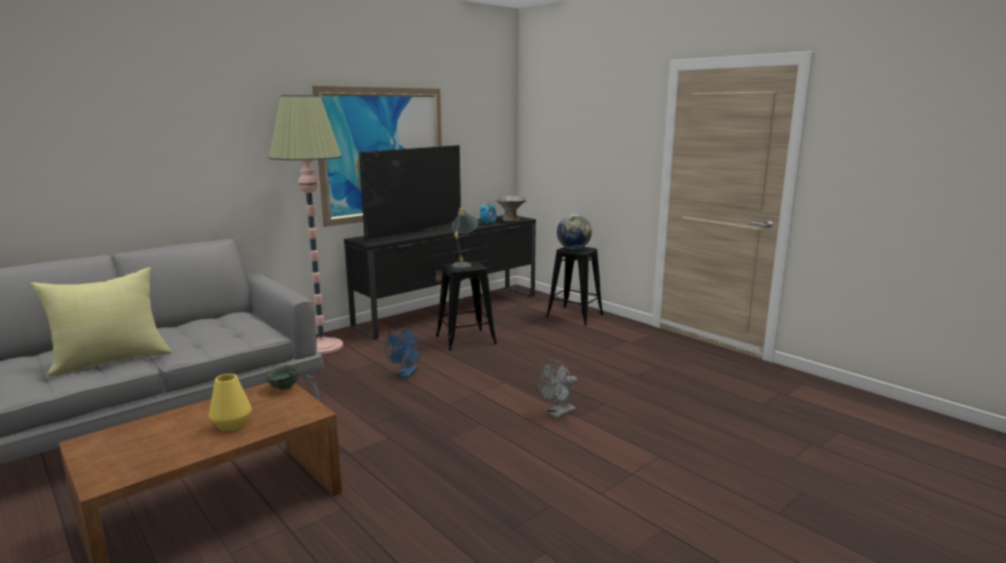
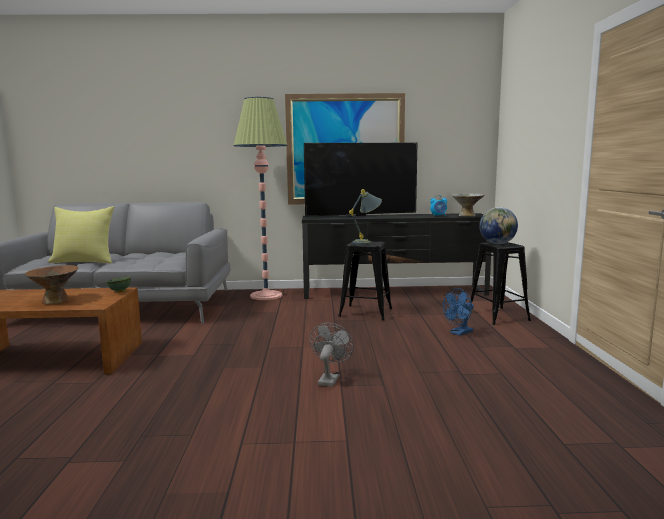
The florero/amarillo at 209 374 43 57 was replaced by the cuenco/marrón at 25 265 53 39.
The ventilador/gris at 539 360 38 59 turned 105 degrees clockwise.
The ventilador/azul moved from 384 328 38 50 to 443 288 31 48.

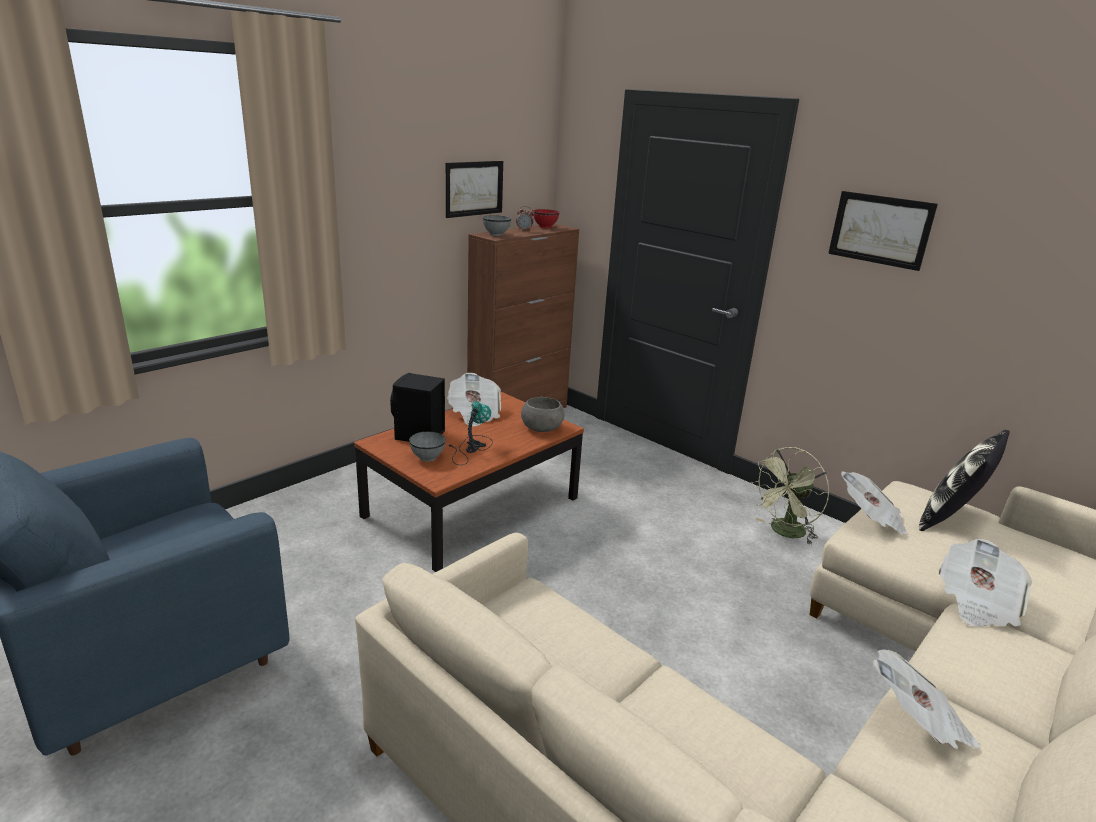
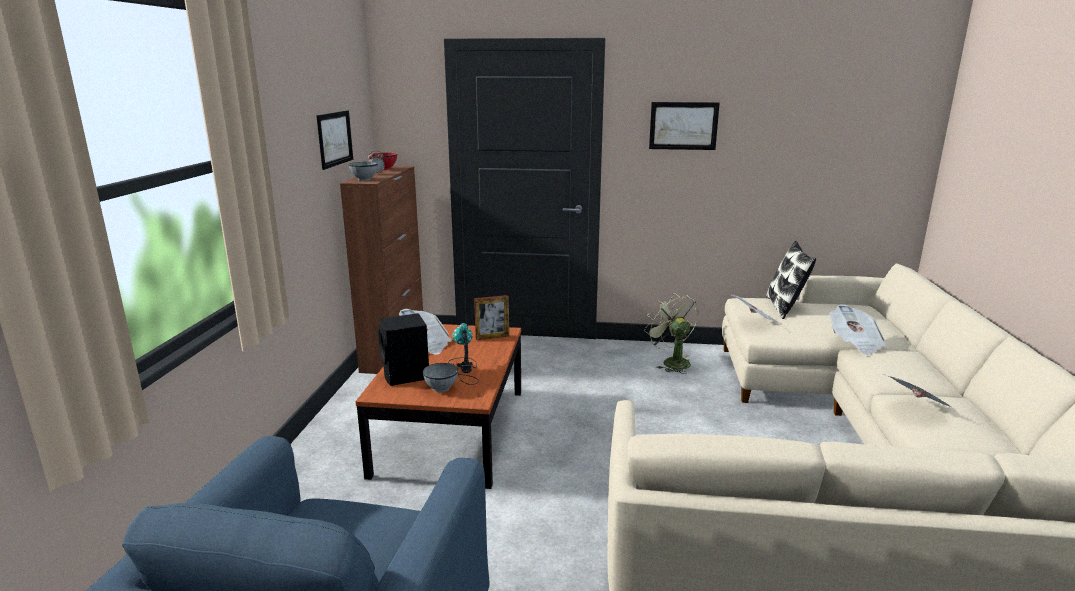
The cuenco/gris at 521 397 44 35 was replaced by the portarretratos at 474 295 35 45.
The ventilador/verde at 751 447 79 98 turned 135 degrees clockwise.

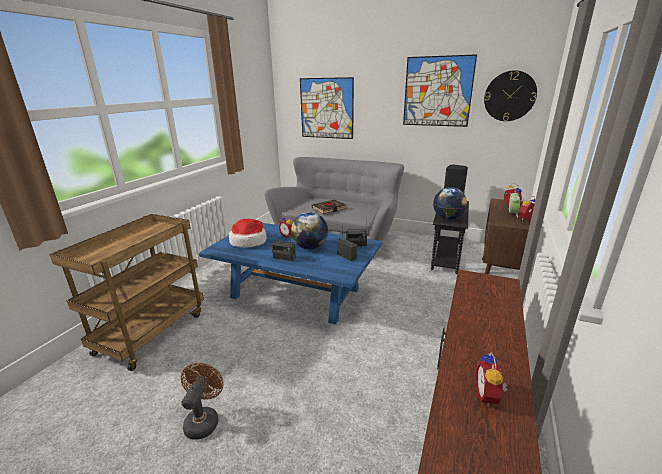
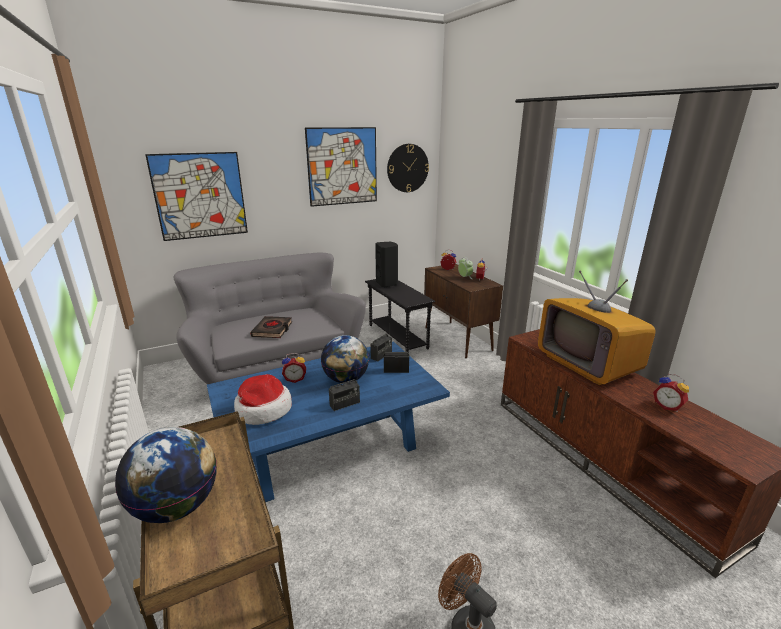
The globo terráqueo moved from 433 187 34 33 to 115 427 102 96.
The televisor at 538 271 118 114 appeared.

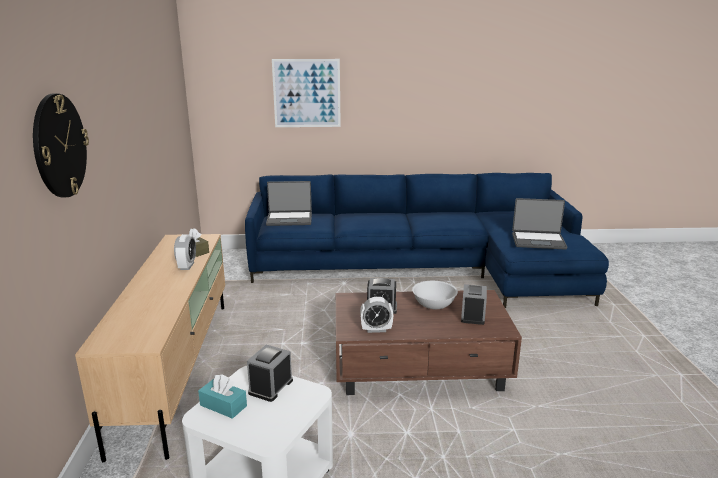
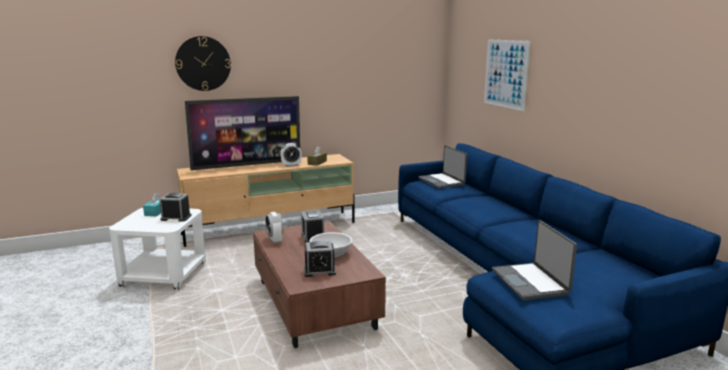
The televisor at 185 96 115 74 appeared.

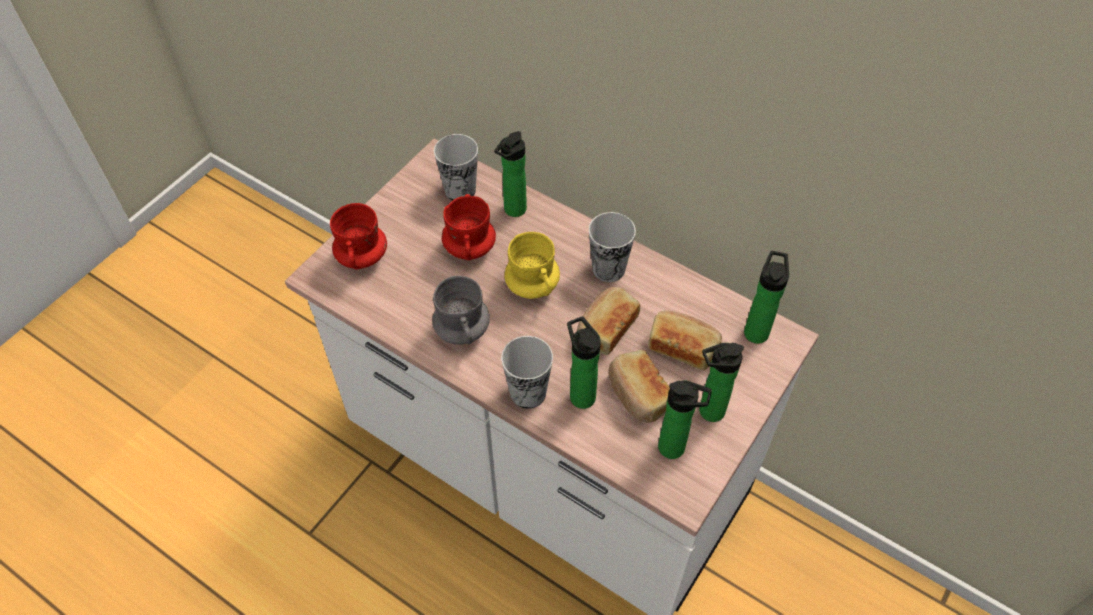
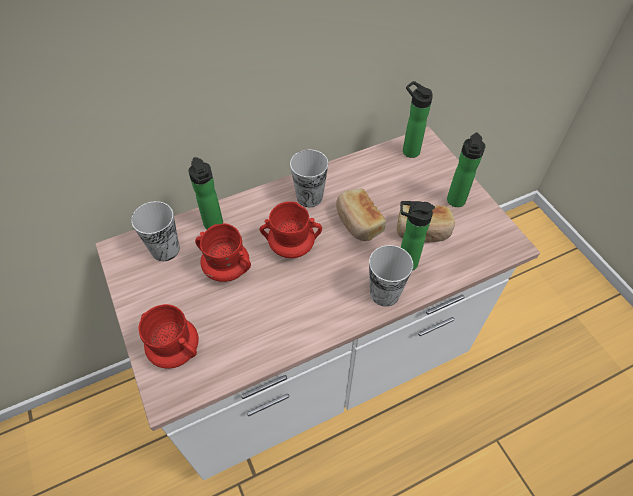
The taza grande/amarillo at 504 232 56 67 became the taza grande/rojo at 260 201 62 57.
The taza grande/gris at 432 276 58 69 disappeared.
The pan at 648 311 74 59 disappeared.
The botella at 658 381 54 78 disappeared.

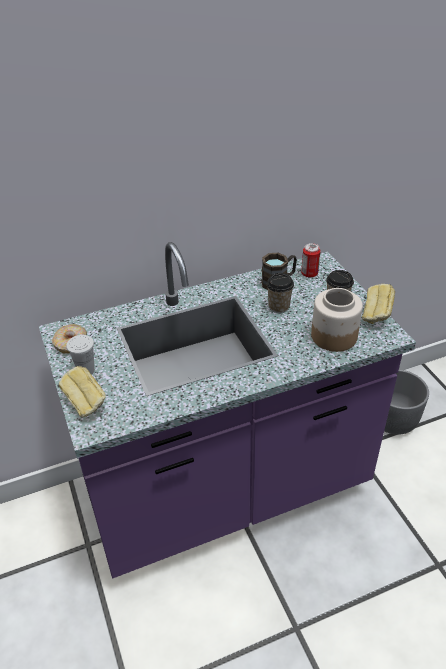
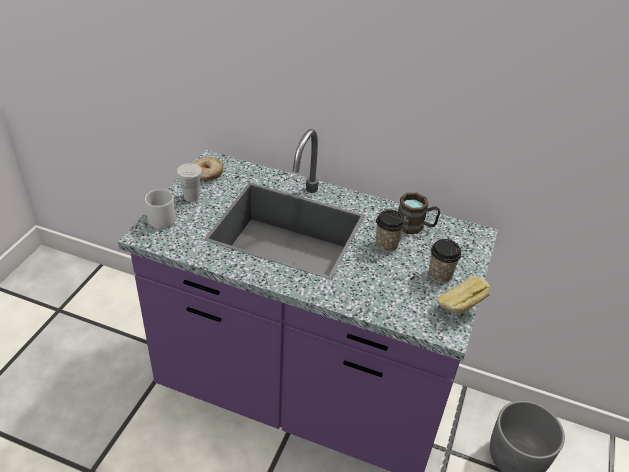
The pan at 59 366 47 52 was replaced by the taza grande/gris at 145 189 31 40.
The lata at 301 243 20 34 disappeared.
The tarro at 311 288 52 64 disappeared.

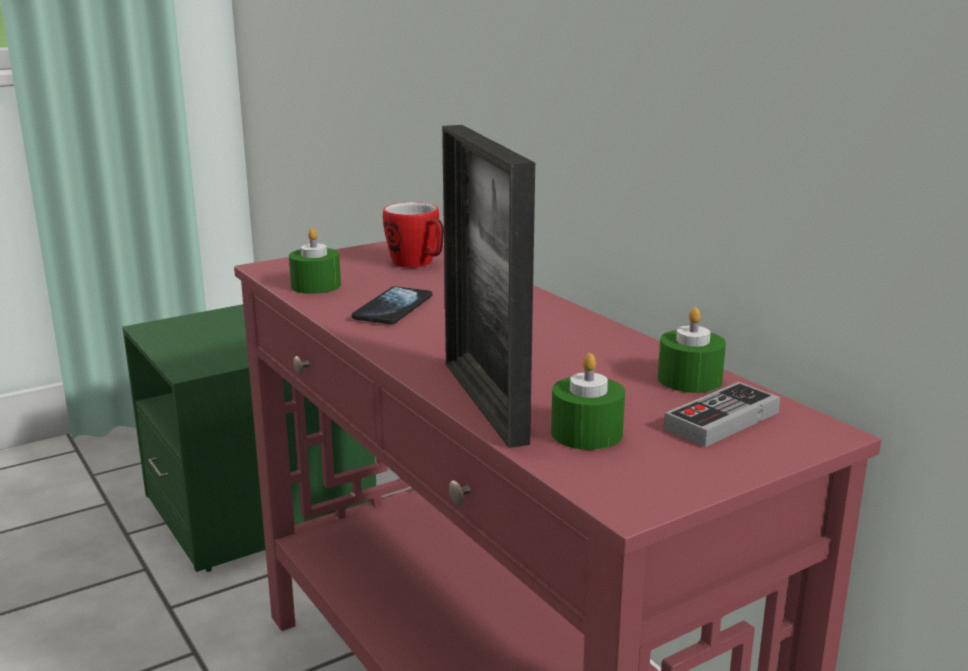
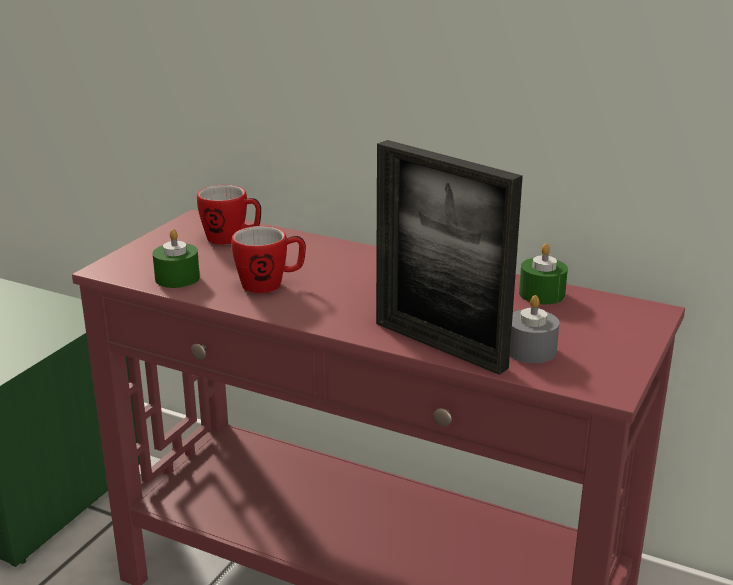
The móvil at 352 286 80 38 was replaced by the taza grande at 231 226 75 67.
The vela/verde at 551 353 74 97 became the vela/gris at 510 295 50 68.
The mando de consola at 664 382 116 65 disappeared.

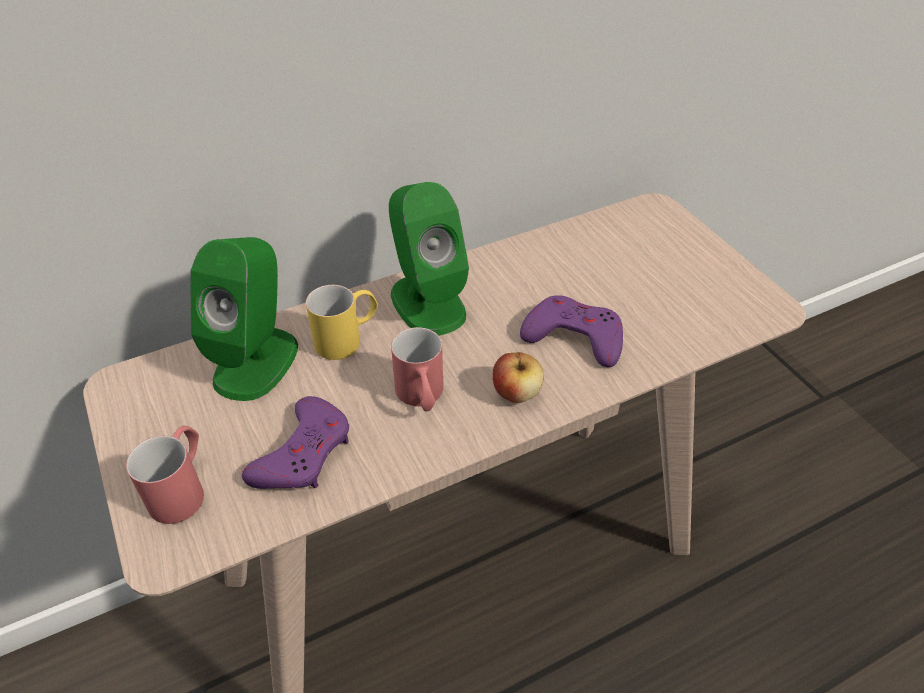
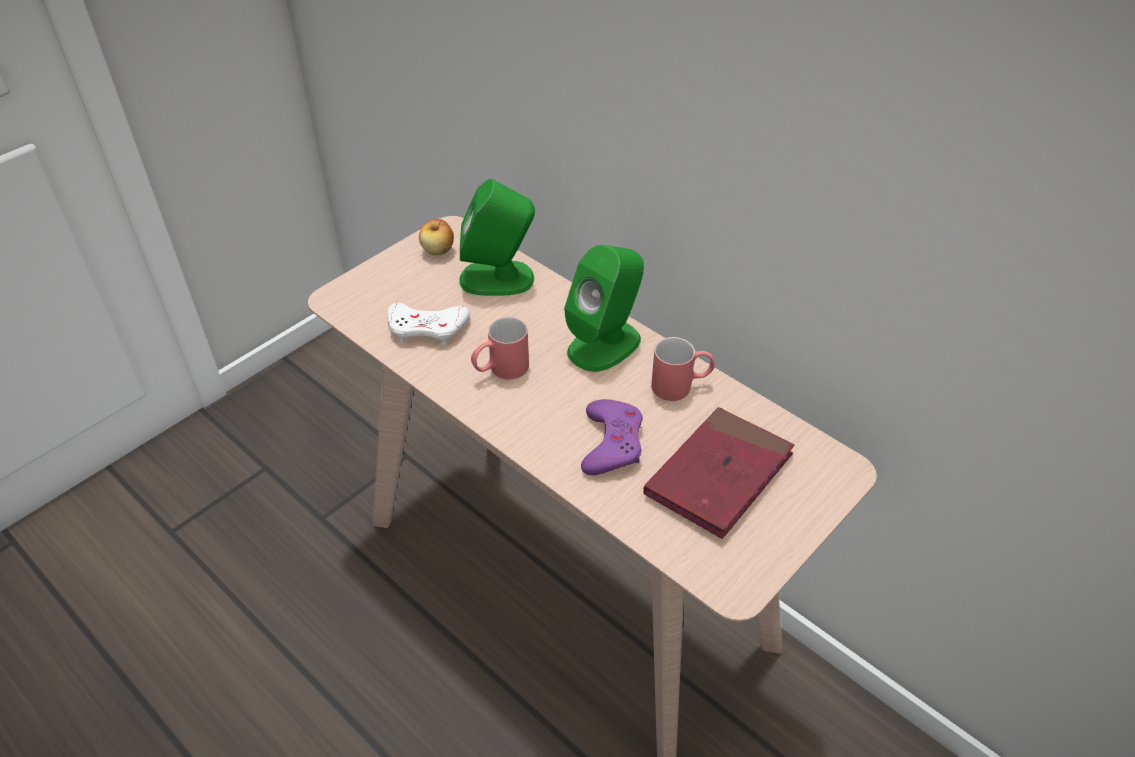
The mando de consola/morado at 242 396 107 93 became the mando de consola/blanco at 387 303 83 42.
The manzana moved from 493 352 51 51 to 419 219 35 36.
The libro/rojo at 643 407 151 132 appeared.
The taza grande/rojo moved from 126 426 78 98 to 651 337 64 64.
The taza grande/amarillo at 306 285 72 75 disappeared.

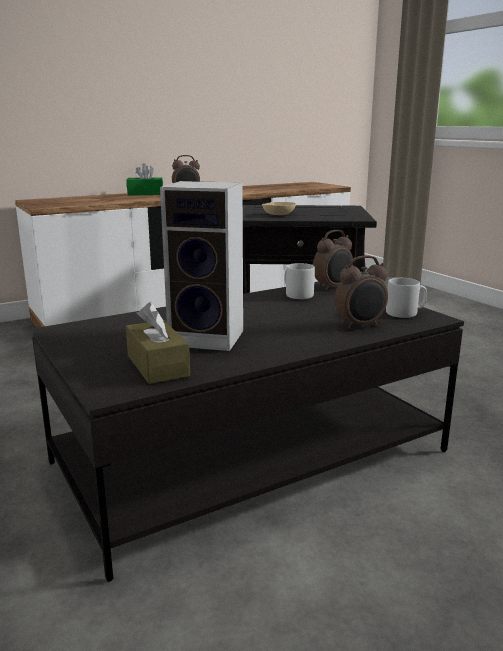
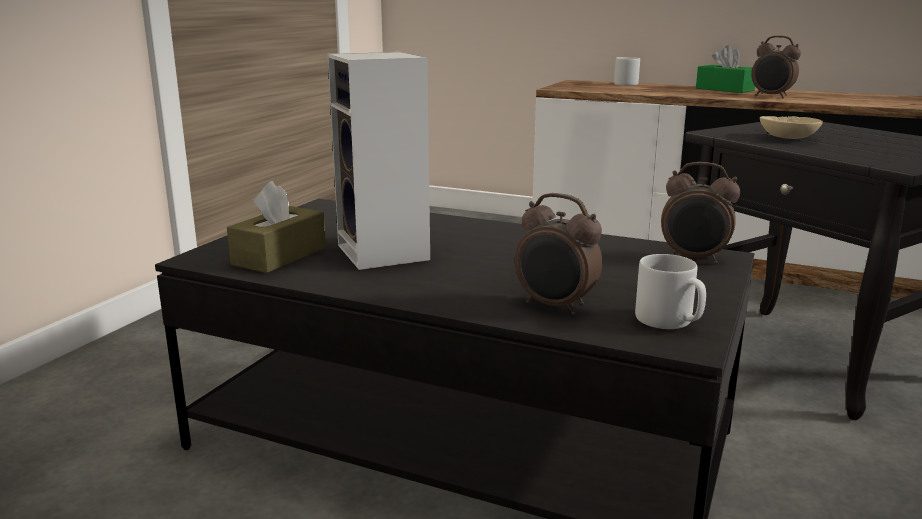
The taza grande/gris moved from 285 263 30 36 to 614 57 26 29.

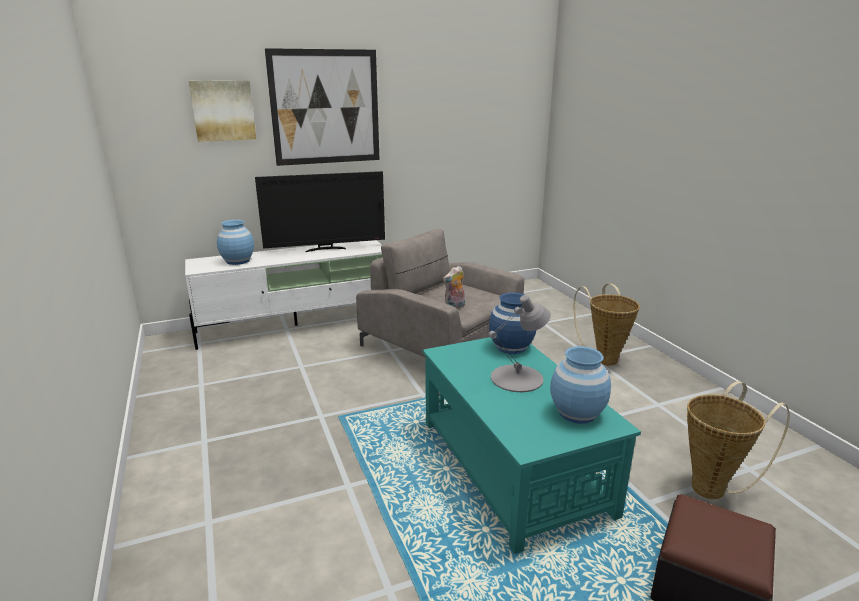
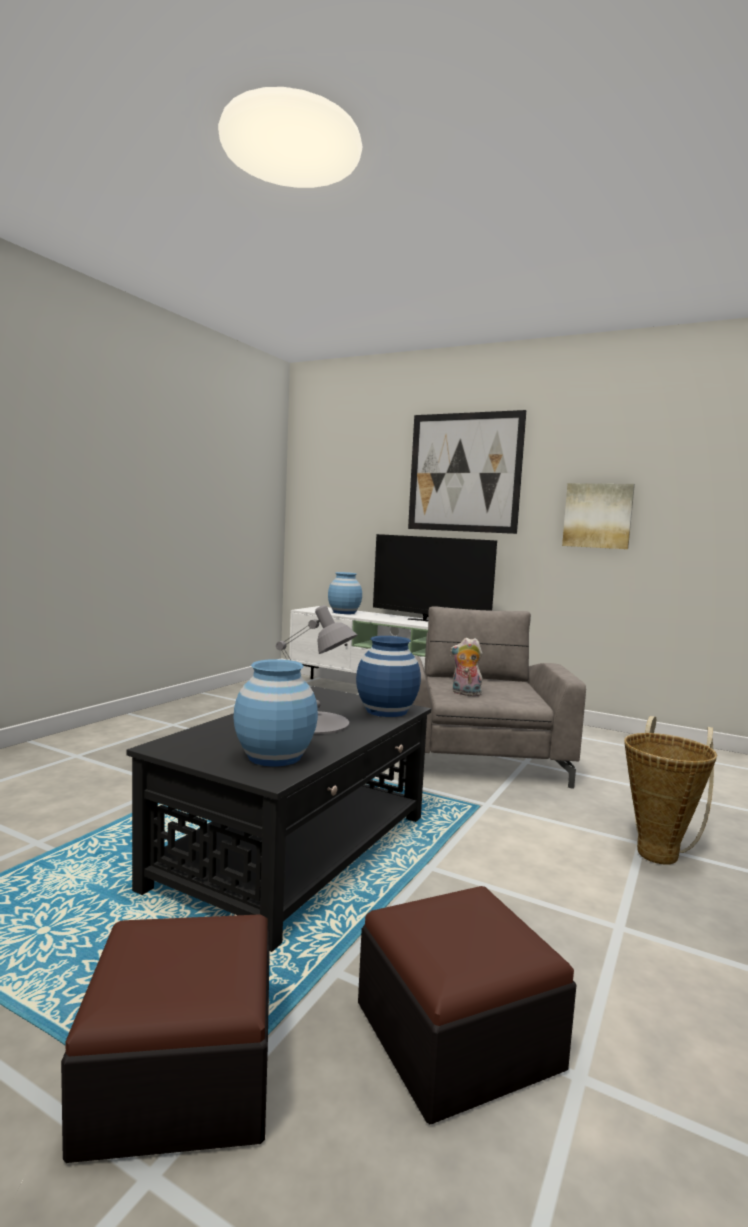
The mesa de centro/turquesa at 423 337 218 217 became the mesa de centro/negro at 127 686 304 266.
The cesta at 687 381 103 118 was replaced by the puf at 358 886 218 238.
The cuadro moved from 189 80 67 62 to 562 483 73 66.

